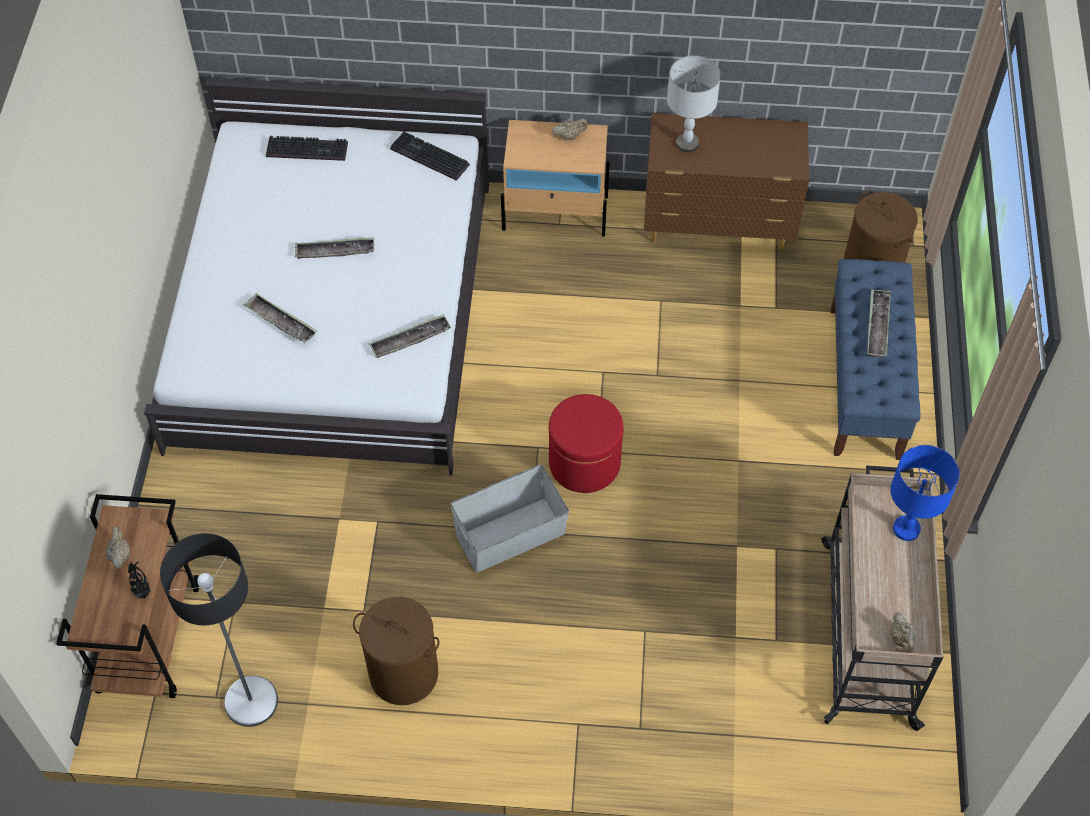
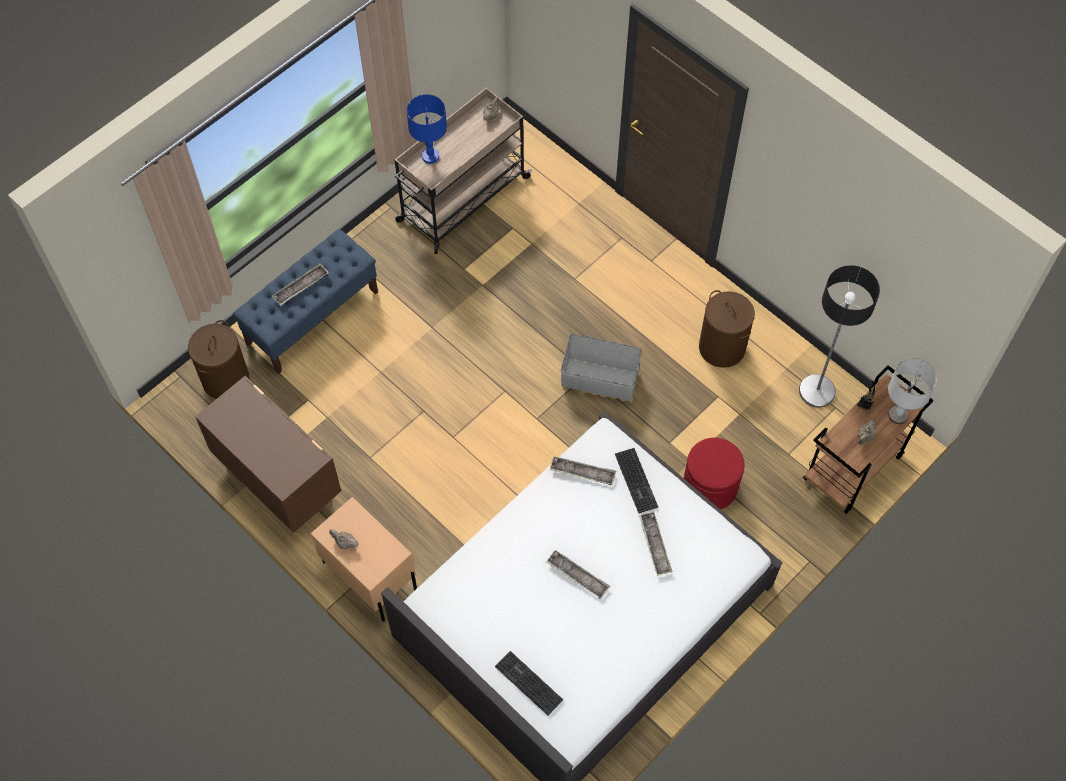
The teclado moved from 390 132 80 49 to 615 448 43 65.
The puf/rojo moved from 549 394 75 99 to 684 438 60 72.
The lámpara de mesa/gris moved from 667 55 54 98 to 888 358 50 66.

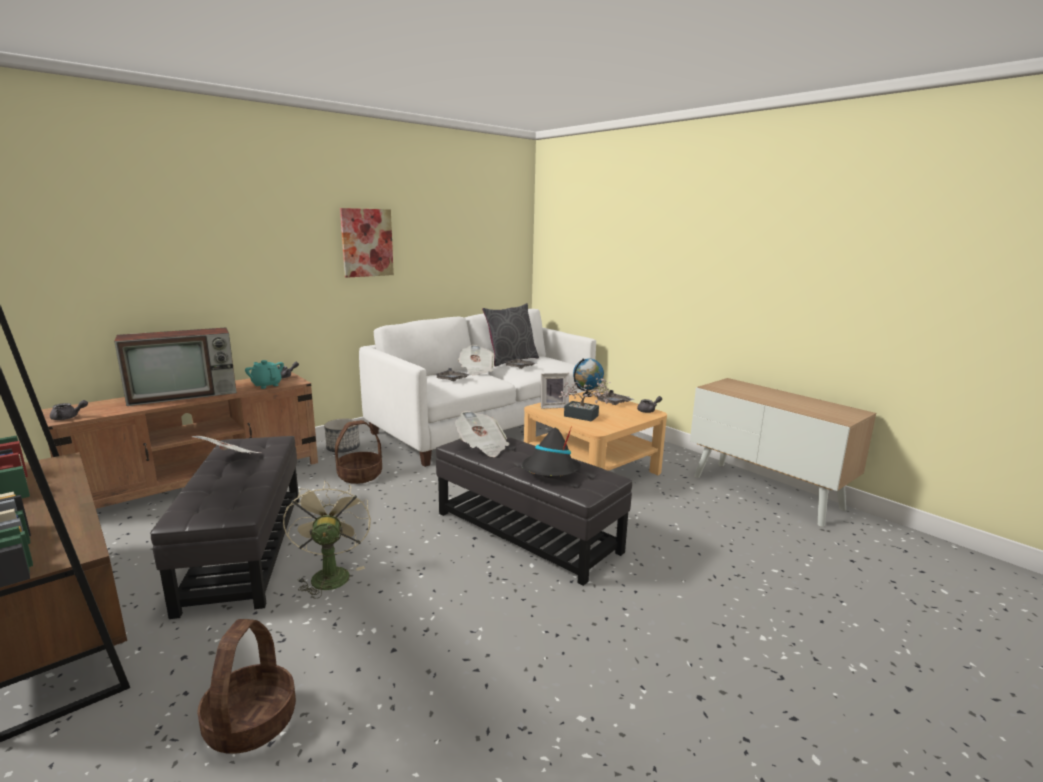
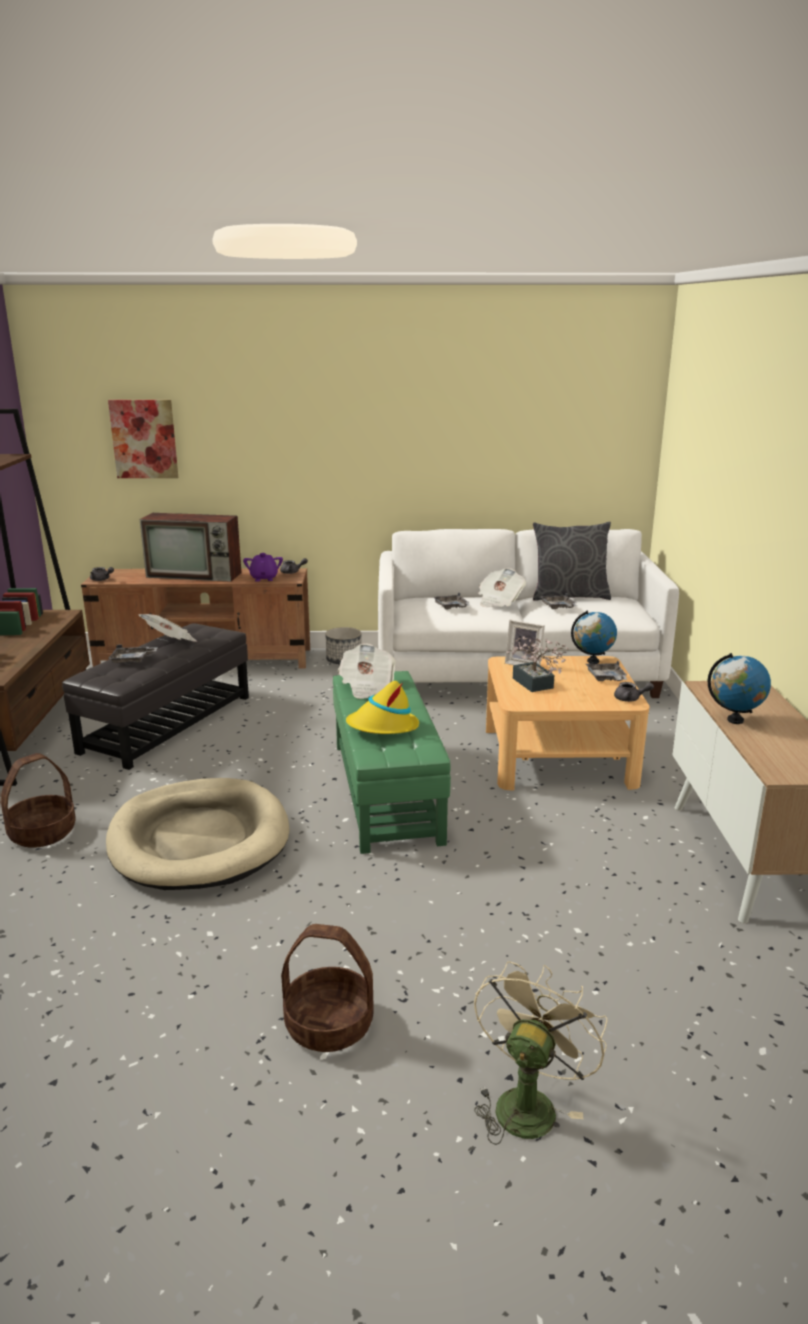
The cama para perro/beis at 106 778 184 112 appeared.
The cuadro moved from 340 208 54 70 to 108 400 70 78.
The bandeja/gris at 108 644 49 19 appeared.
The tetera/turquesa at 245 360 39 29 became the tetera/morado at 243 553 40 29.
The cesta moved from 335 420 47 64 to 281 924 93 128.
The puf/negro at 436 436 196 150 became the puf/verde at 333 671 118 183.
The sombrero/negro at 522 426 59 50 became the sombrero/amarillo at 346 681 73 53.
The ventilador/beis moved from 283 480 88 118 to 474 961 133 184.
The globo terráqueo at 707 653 64 71 appeared.

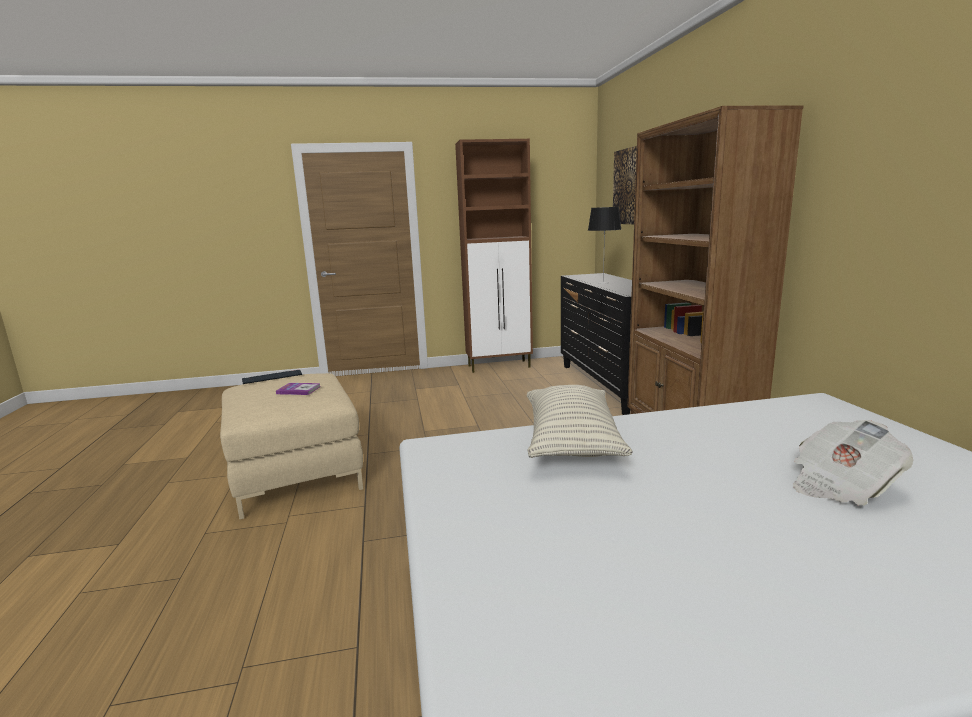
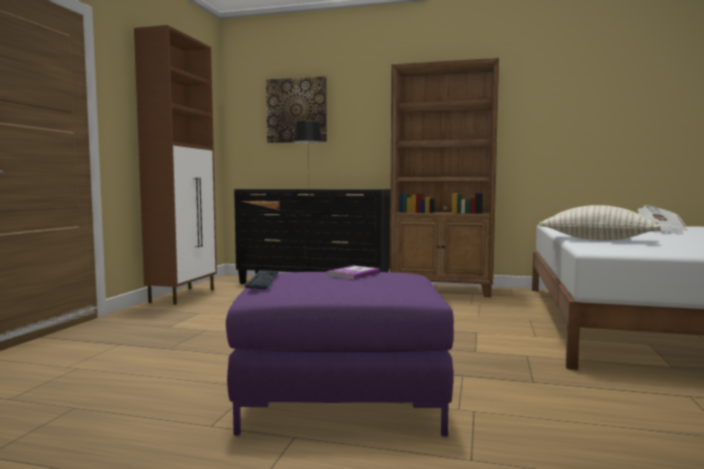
The puf/beis at 220 373 143 146 became the puf/morado at 226 272 228 165.

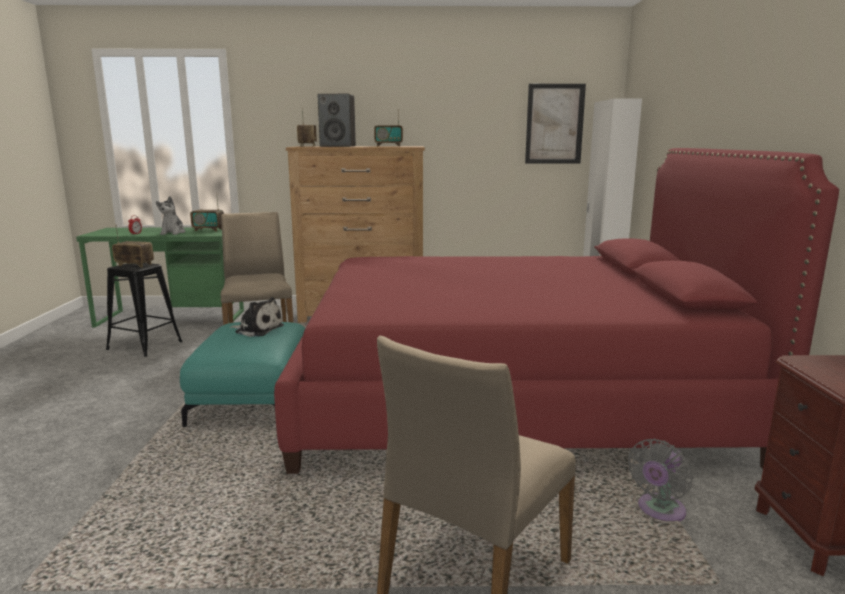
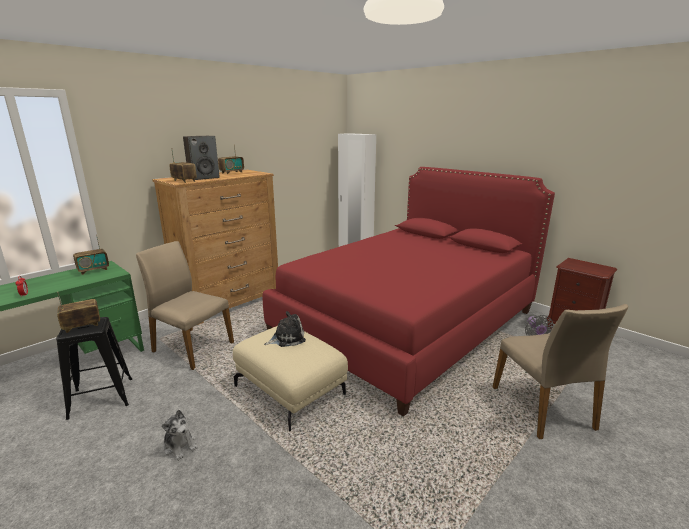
The peluche moved from 156 196 29 39 to 162 410 36 51.
The puf/turquesa at 180 322 125 105 became the puf/beis at 233 326 115 105.
The cuadro at 525 84 61 80 disappeared.

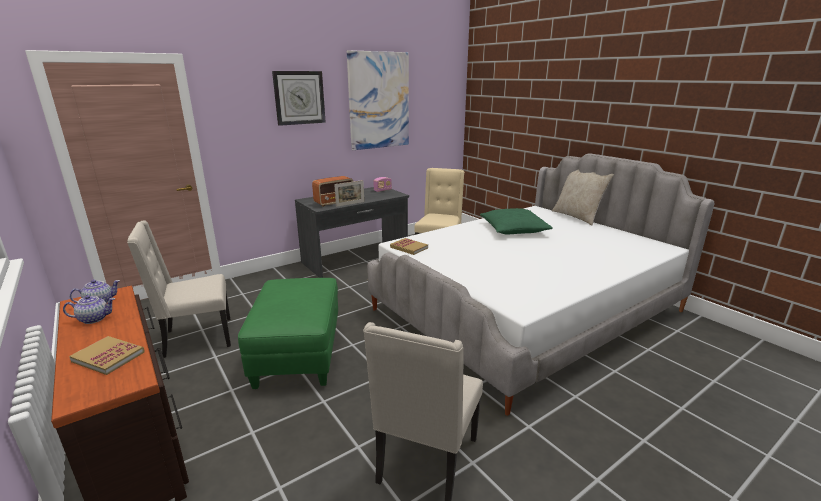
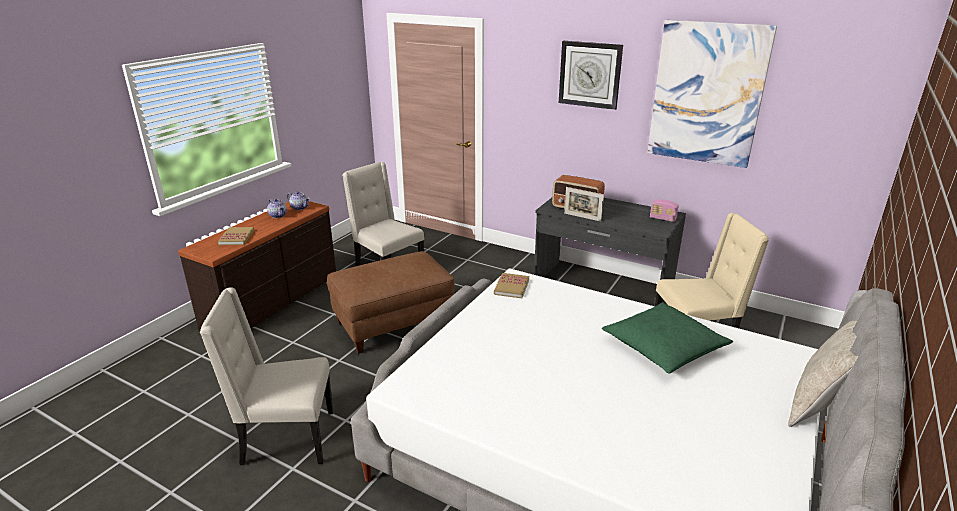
The puf/verde at 238 278 100 111 became the puf/marrón at 327 251 128 103.

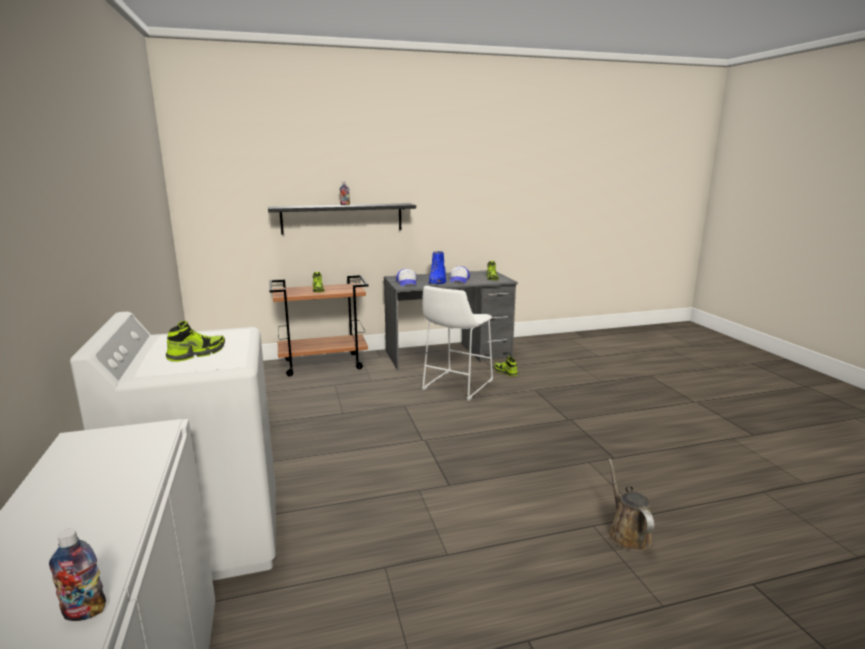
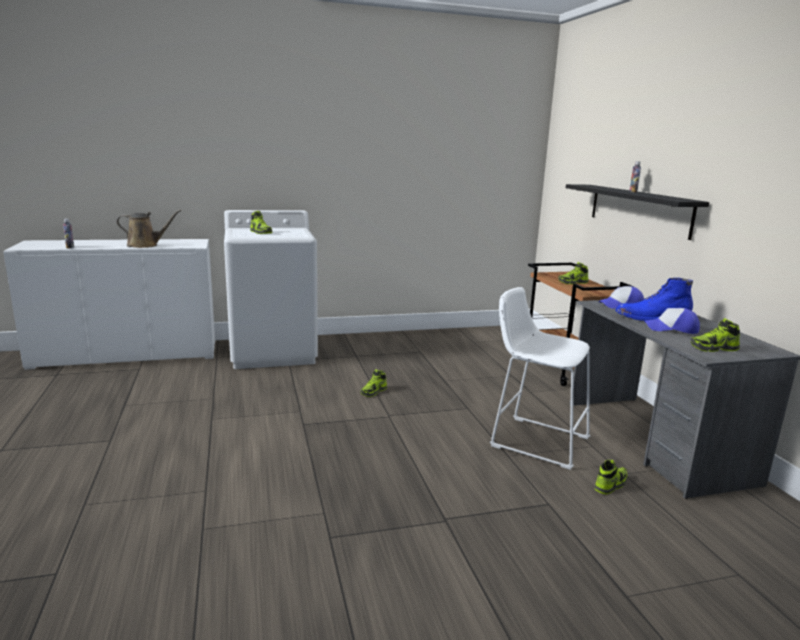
The regadera/marrón moved from 608 459 46 92 to 117 210 64 38.
The zapato at 361 369 26 28 appeared.

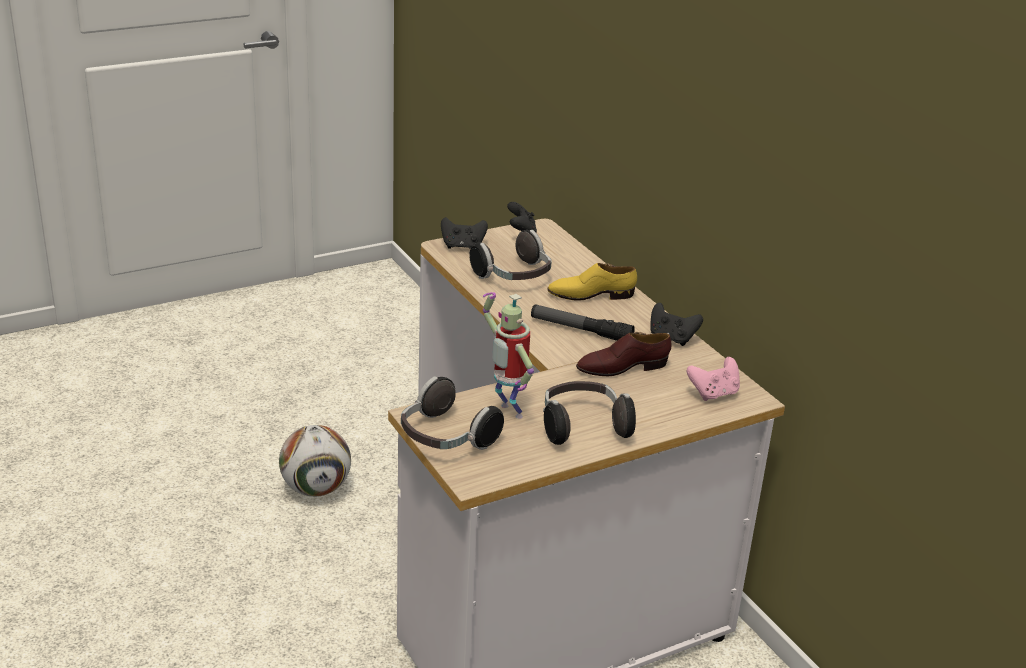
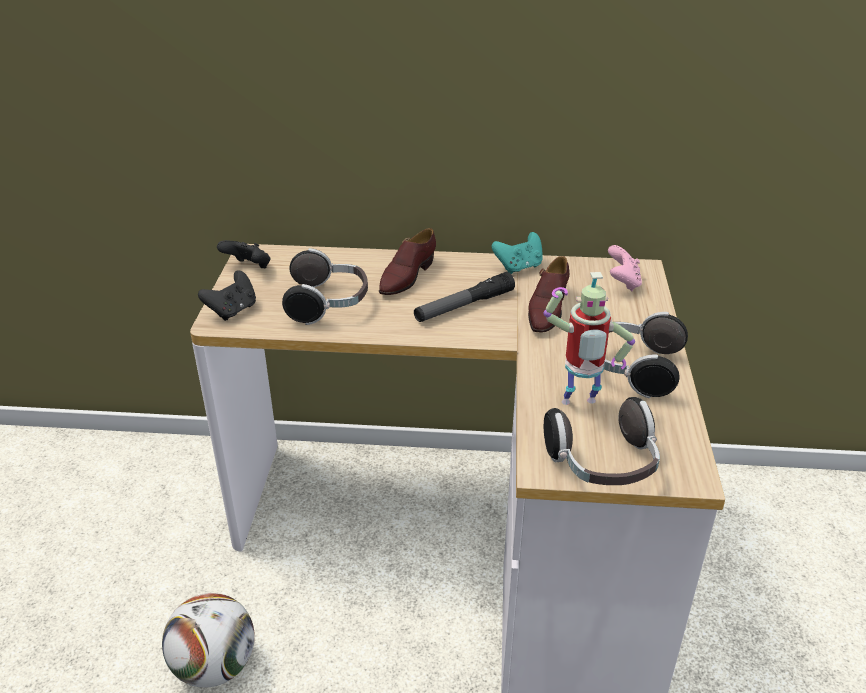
The zapato/amarillo at 547 263 90 38 became the zapato/marrón at 379 228 57 67.
The mando de consola/negro at 650 303 53 43 became the mando de consola/turquesa at 492 232 51 42.

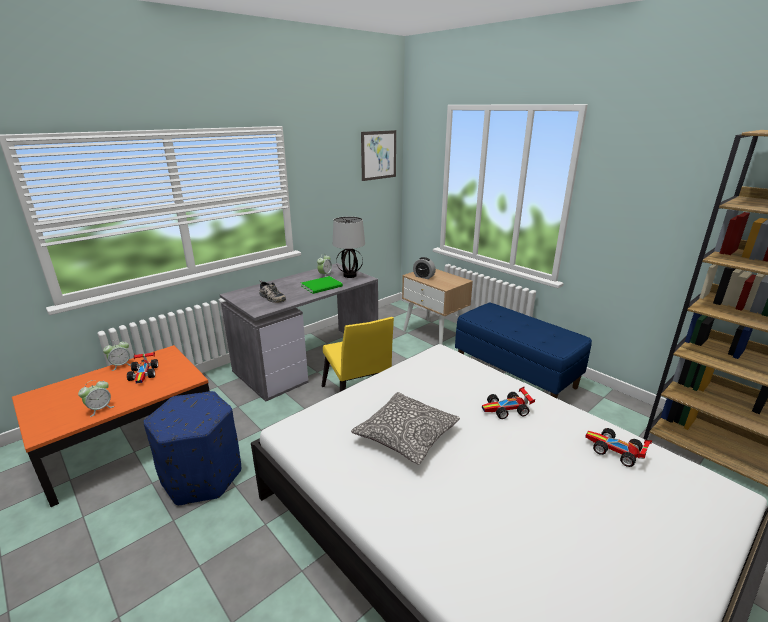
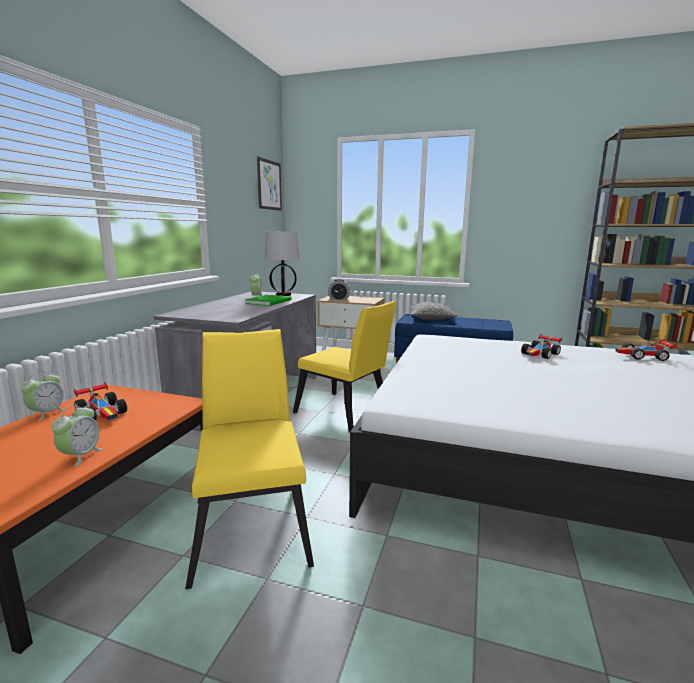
The puf/azul at 144 391 97 115 was replaced by the silla/amarillo at 186 329 128 260.
The cojín moved from 351 392 109 73 to 409 302 49 18.
The zapato at 259 280 27 23 disappeared.

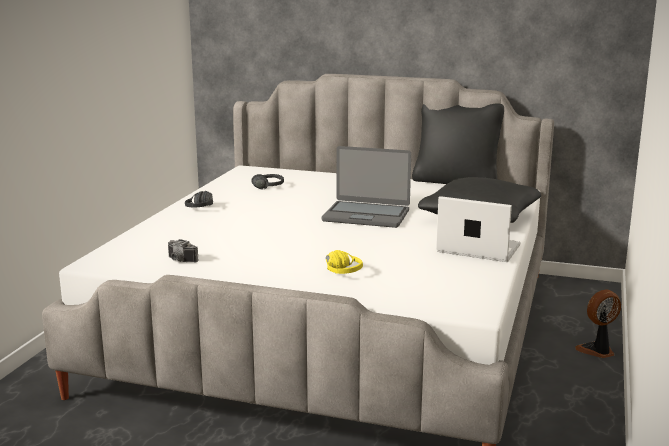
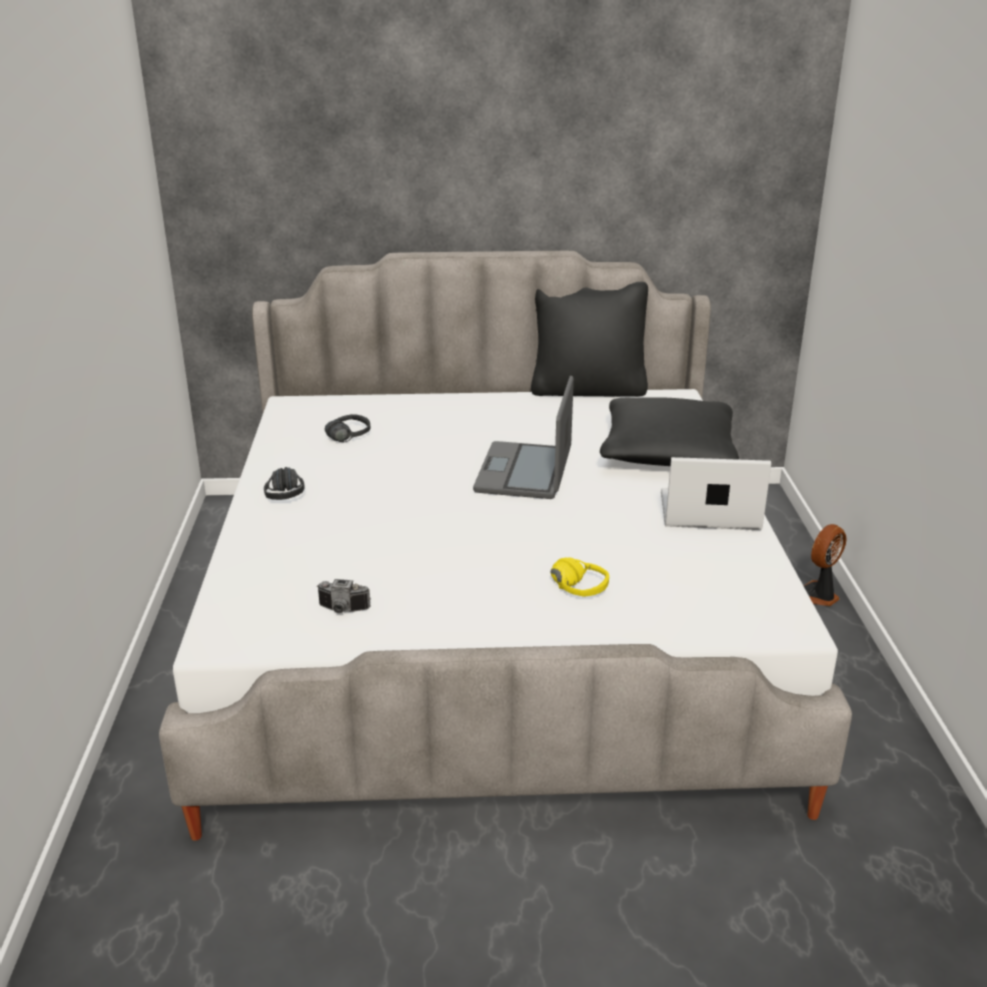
The portátil at 322 146 89 82 turned 105 degrees clockwise.

